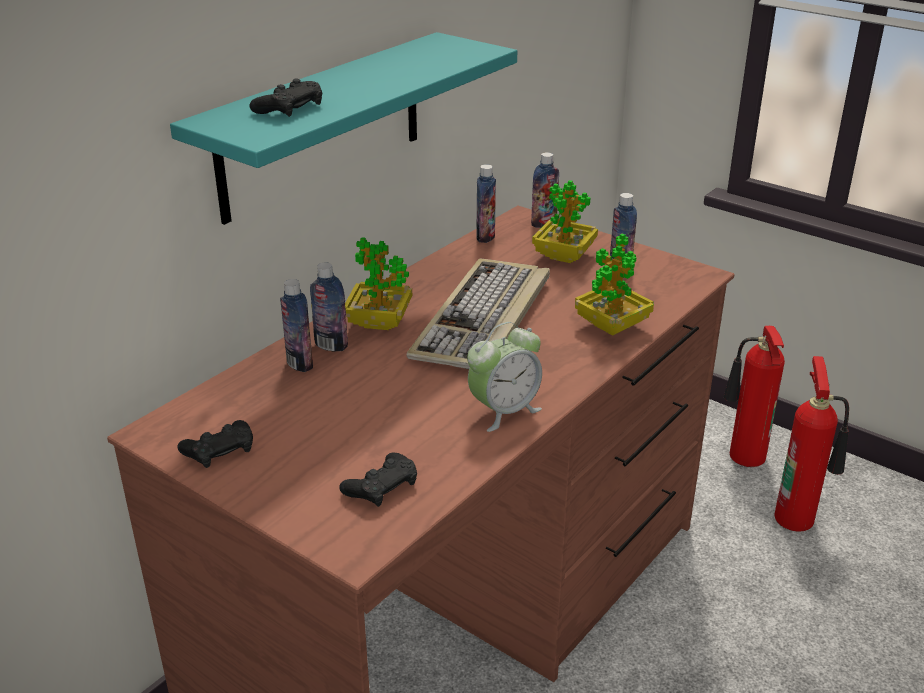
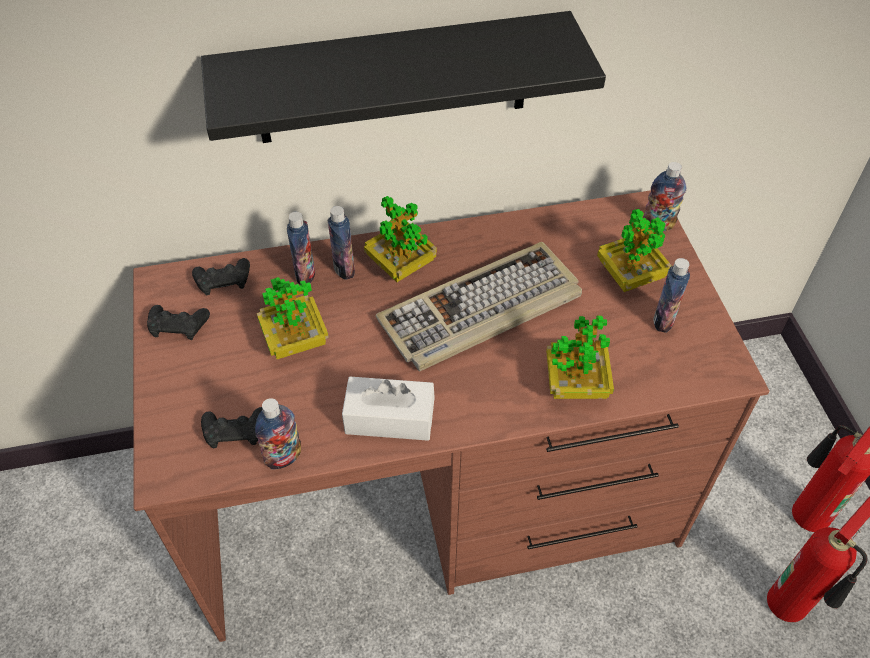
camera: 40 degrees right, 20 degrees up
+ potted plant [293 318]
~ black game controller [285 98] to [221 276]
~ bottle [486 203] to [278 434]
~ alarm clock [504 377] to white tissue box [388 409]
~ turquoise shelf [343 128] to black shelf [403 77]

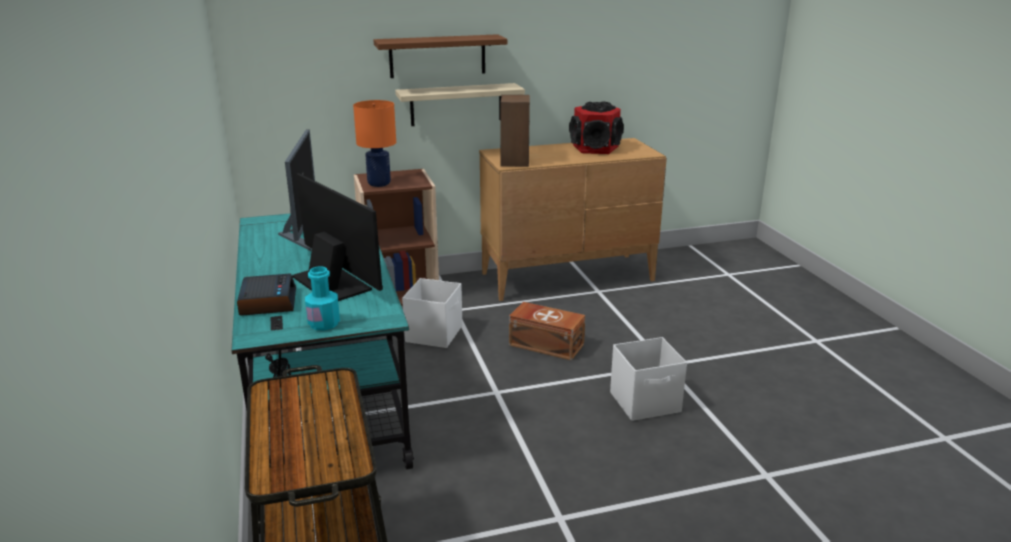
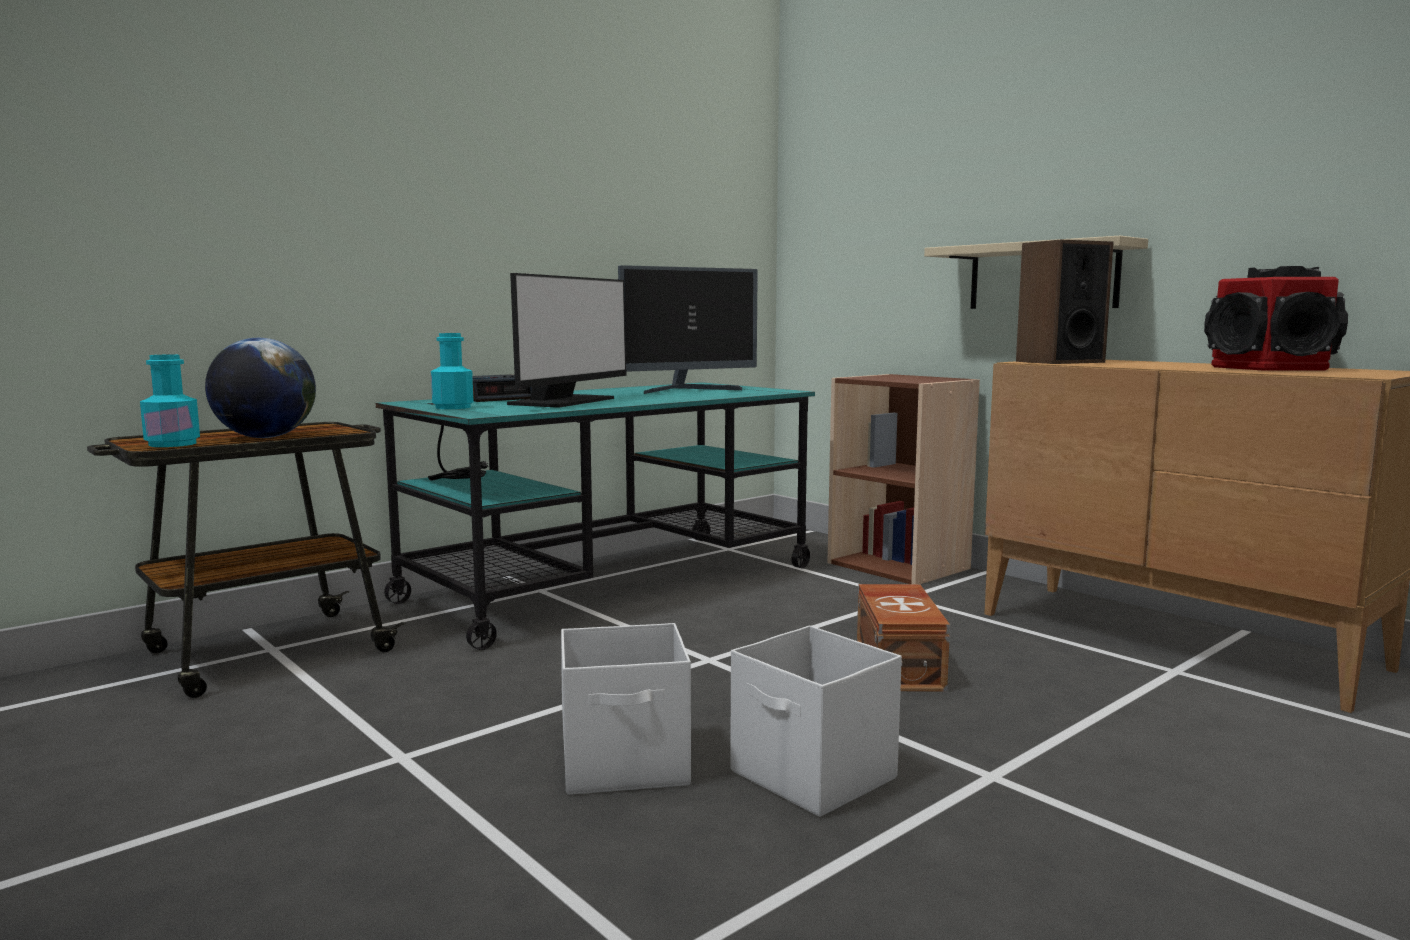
camera: 65 degrees right, 15 degrees down
- orange table lamp [374 143]
- brown shelf [440 56]
+ turquoise bottle [170 400]
+ globe [260 388]
~ white storage box [432 313] to [626 709]

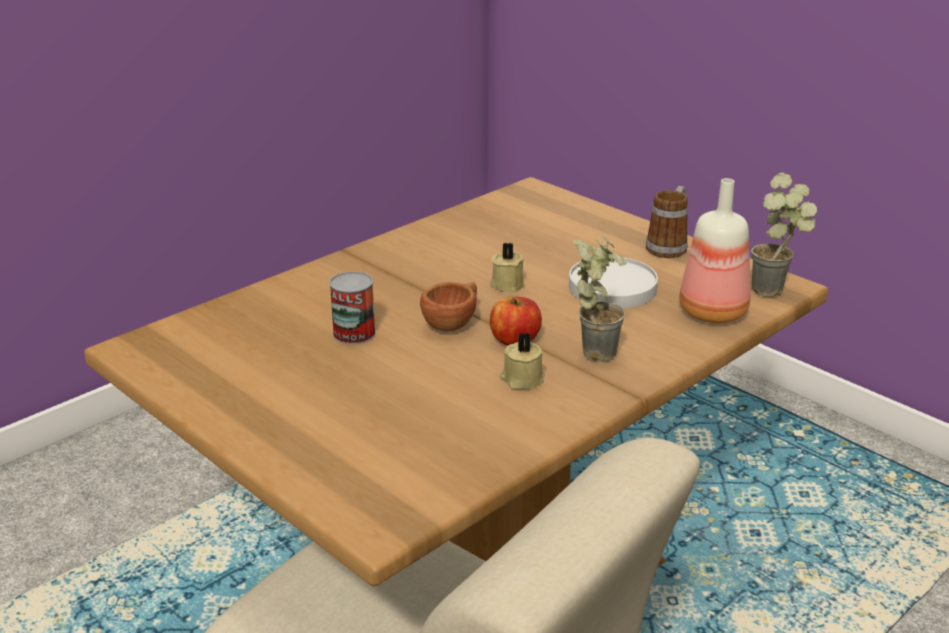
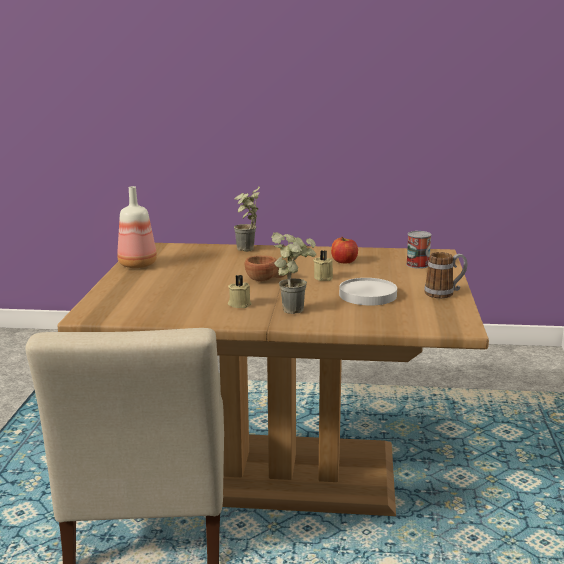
camera: 50 degrees right, 10 degrees down
~ can [352 308] to [419 250]
~ apple [516 321] to [344 250]
~ bottle [715 250] to [137 227]
~ potted plant [784 235] to [247 219]

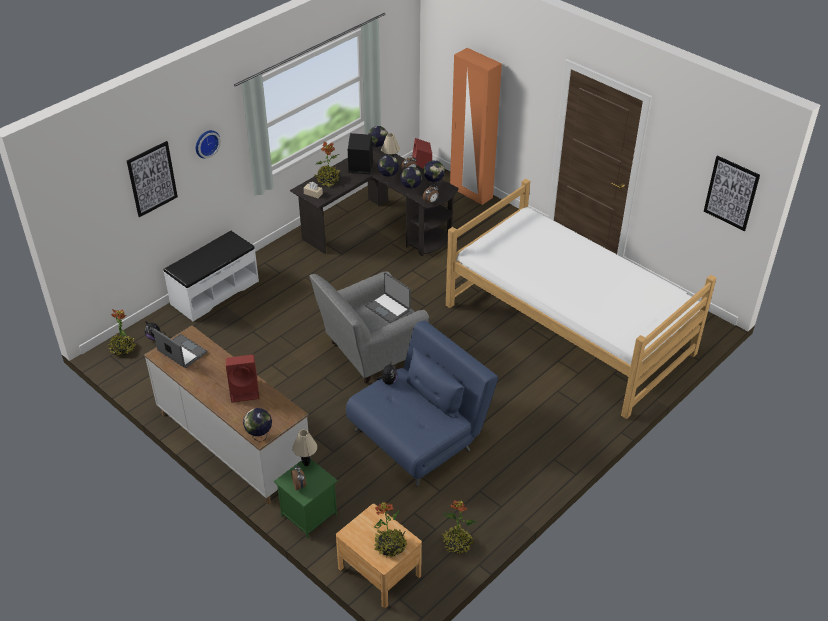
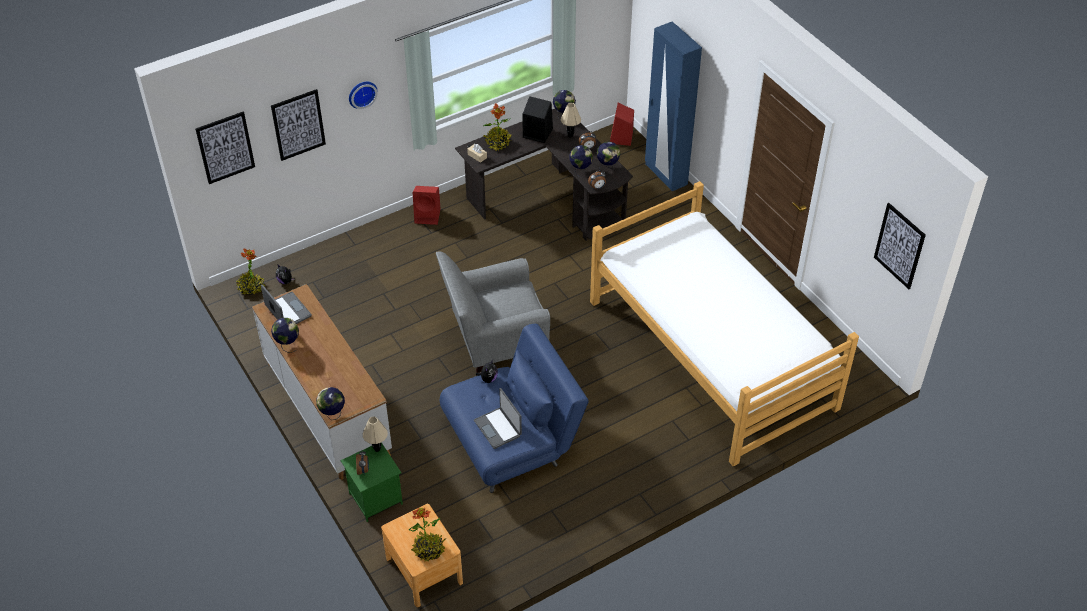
camera: 15 degrees right, 5 degrees up
- white bench [211 276]
- potted plant [459 527]
+ picture [225 148]
~ red speaker [242 379] to [427 205]
~ laptop [388 297] to [498 418]
~ globe [388 169] to [285 335]
~ orange wardrobe [476 126] to blue wardrobe [673 106]

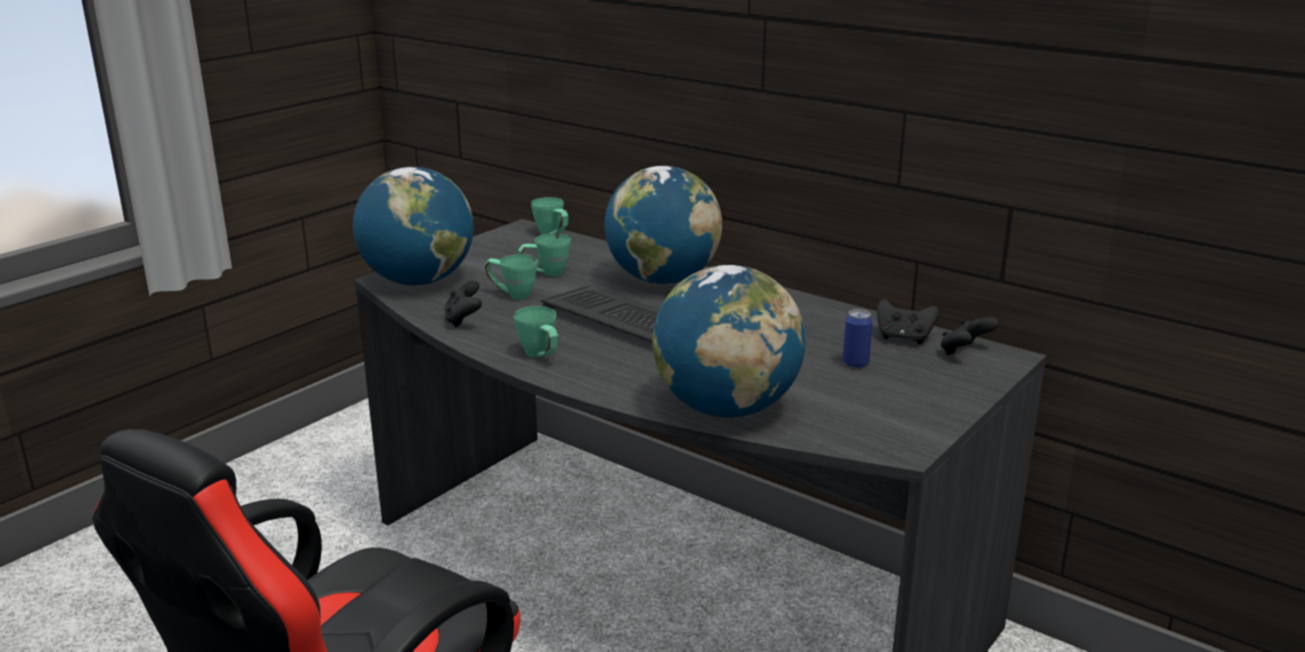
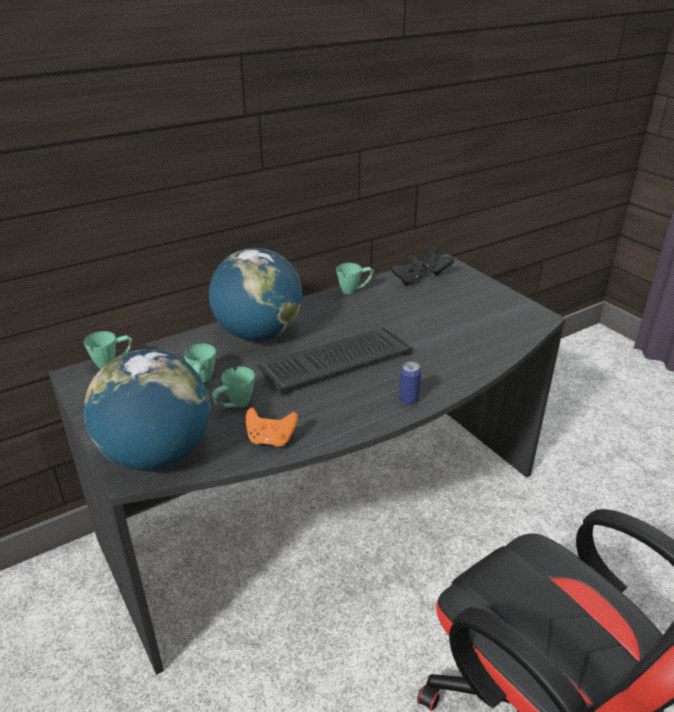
camera: 70 degrees left, 10 degrees up
- globe [729 341]
~ green mug [536 332] to [355 278]
~ can [858 338] to [410 383]
~ black game controller [463 304] to orange game controller [272 427]

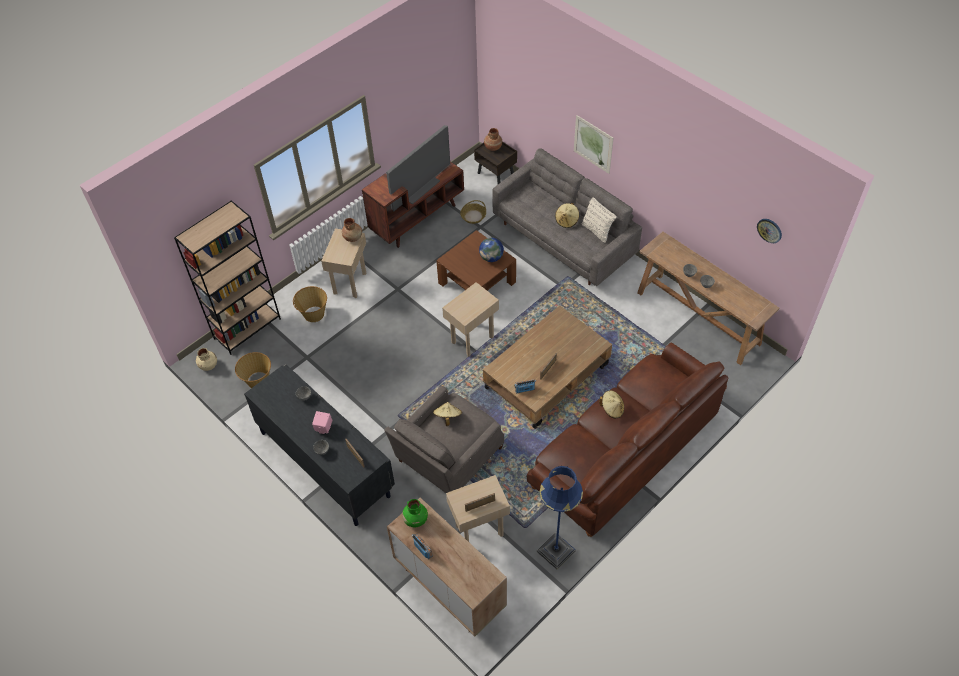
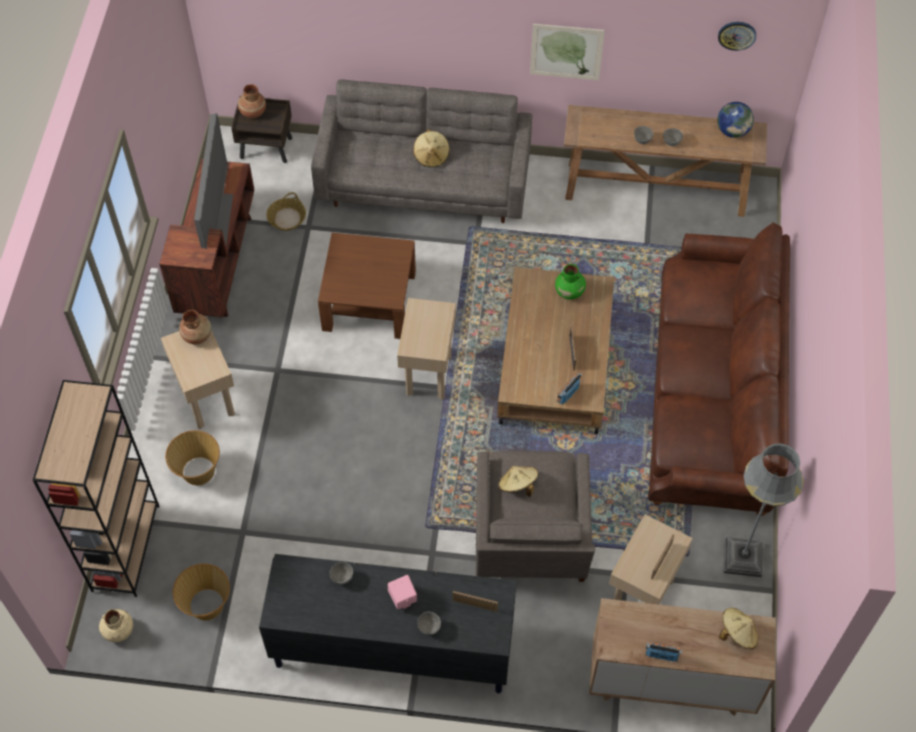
camera: 40 degrees left, 5 degrees up
- beige pillow [599 220]
~ green vase [415 513] to [570 282]
~ globe [491 250] to [735 120]
~ picture [594 144] to [567 52]
~ beige hat [611 404] to [738 628]
~ blue floor lamp [560 517] to grey floor lamp [764 510]

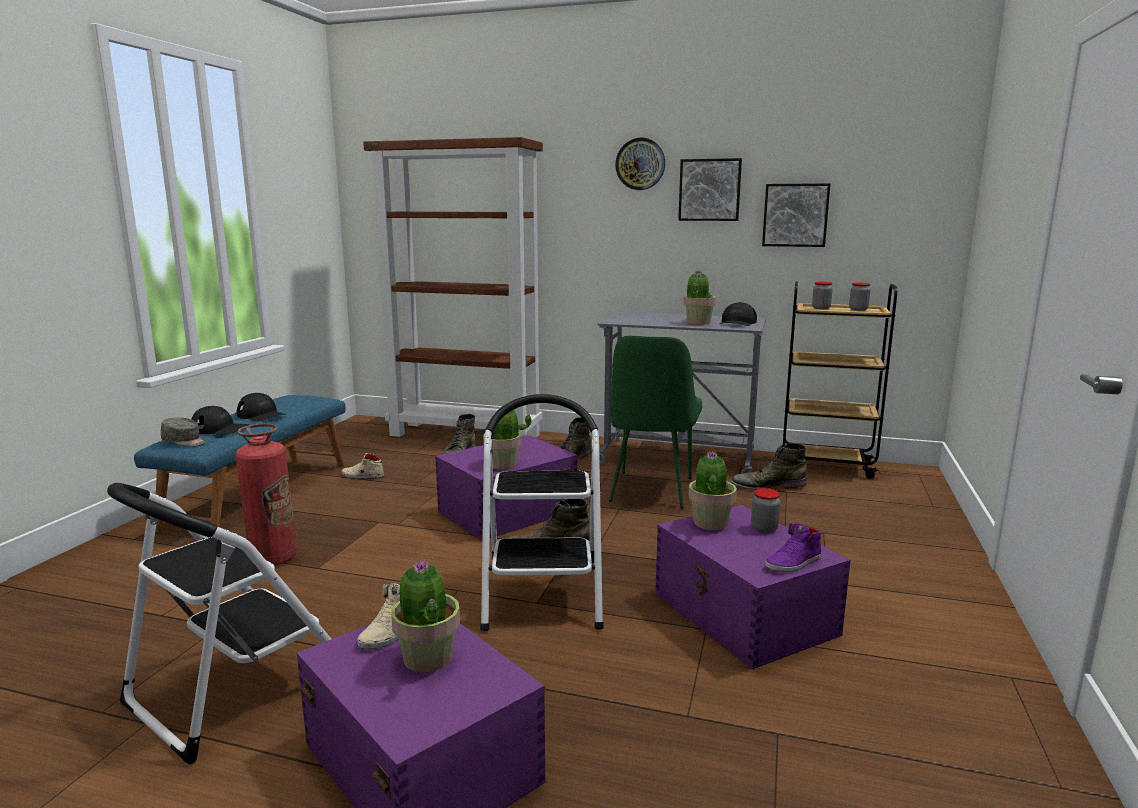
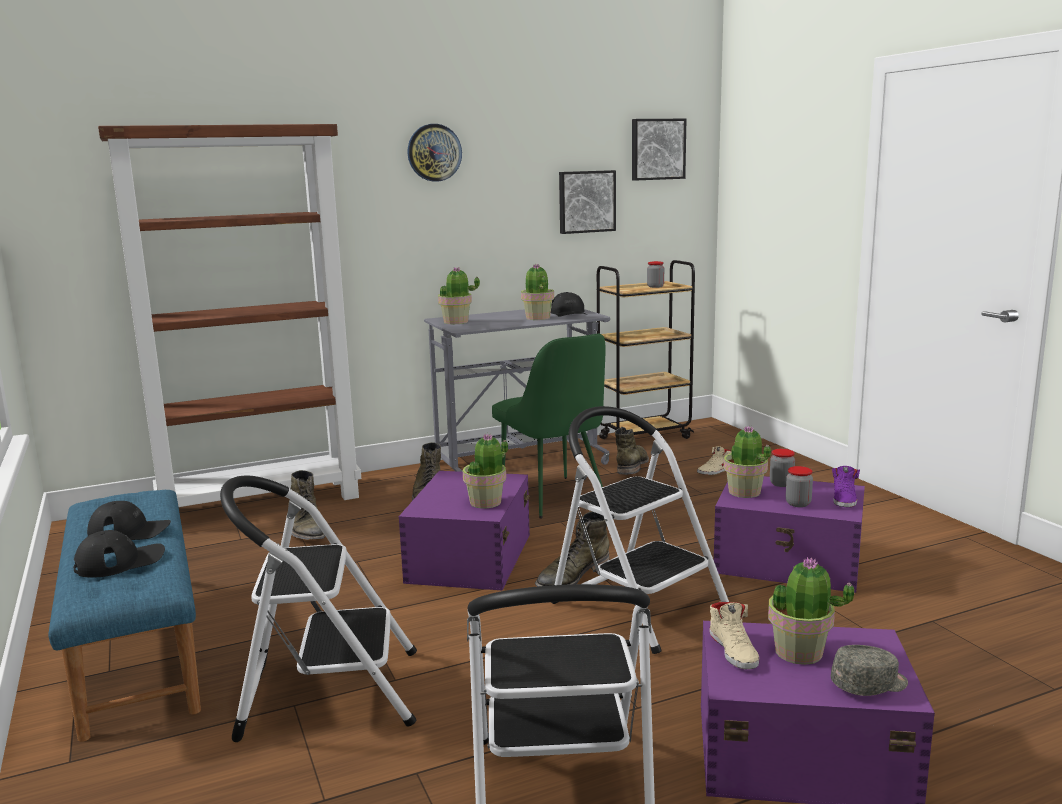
camera: 40 degrees left, 0 degrees up
+ potted plant [459 296]
~ grey cap [183 432] to [869 670]
~ beige shoe [362 465] to [714 460]
~ picture [710 189] to [659 150]
~ jar [822 295] to [799 486]
~ fire extinguisher [266 494] to step ladder [318 609]
~ green boot [769 466] = [632 451] 150 degrees clockwise

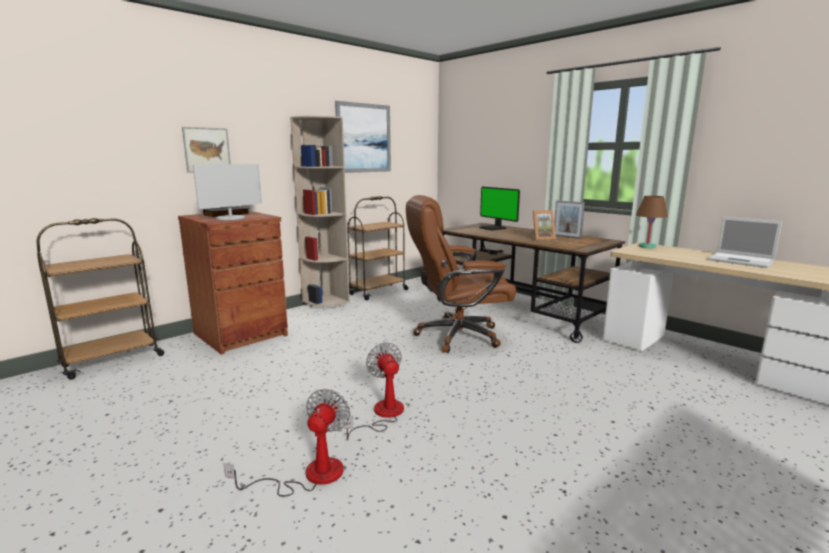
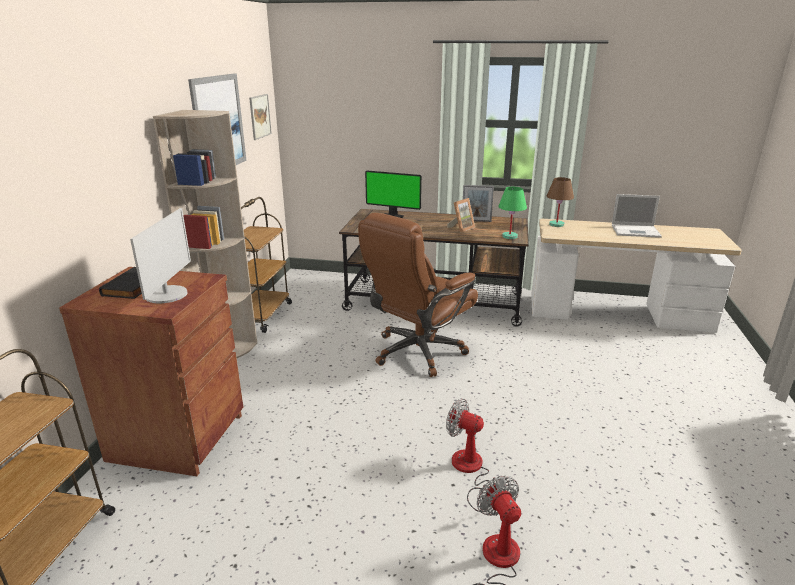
camera: 35 degrees left, 10 degrees up
+ green table lamp [512 213]
~ picture [206 150] to [260 117]

